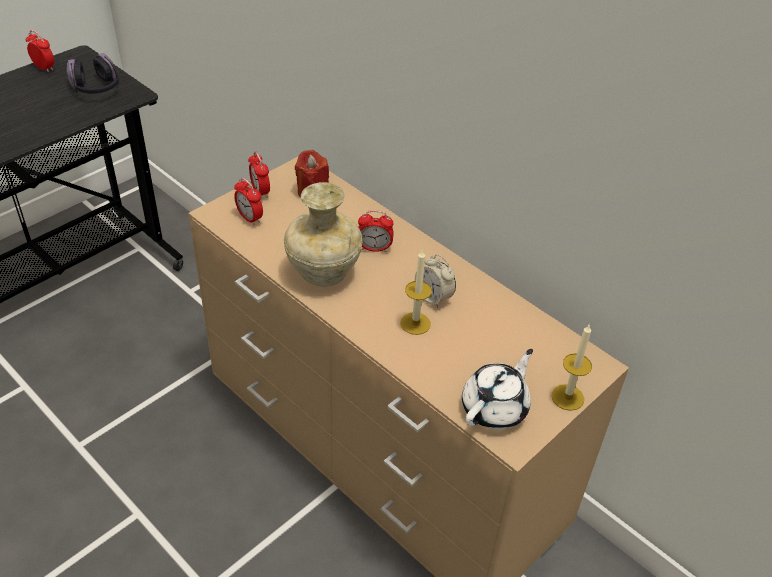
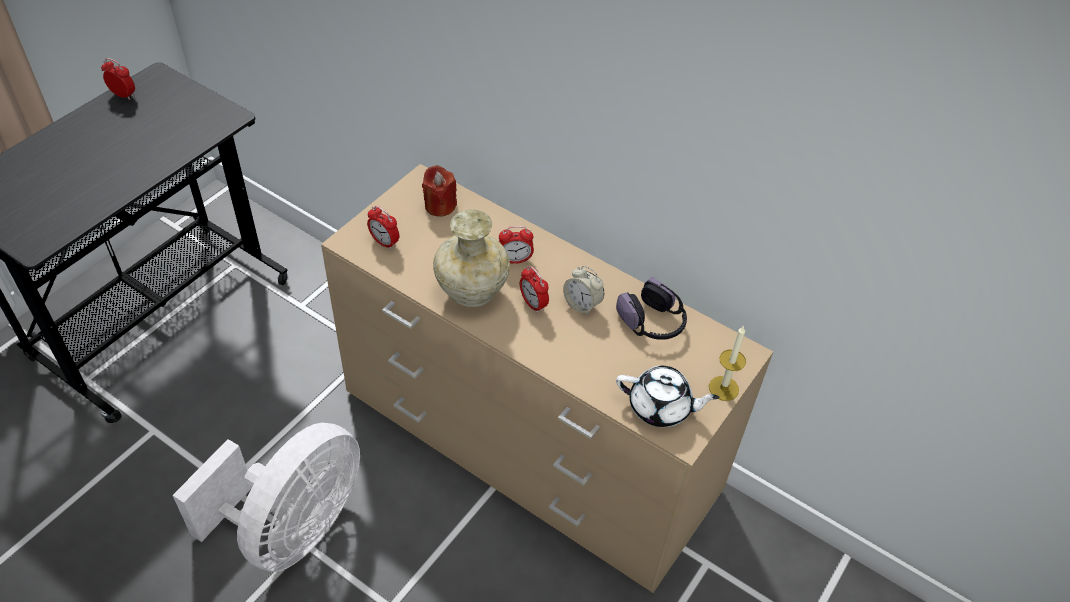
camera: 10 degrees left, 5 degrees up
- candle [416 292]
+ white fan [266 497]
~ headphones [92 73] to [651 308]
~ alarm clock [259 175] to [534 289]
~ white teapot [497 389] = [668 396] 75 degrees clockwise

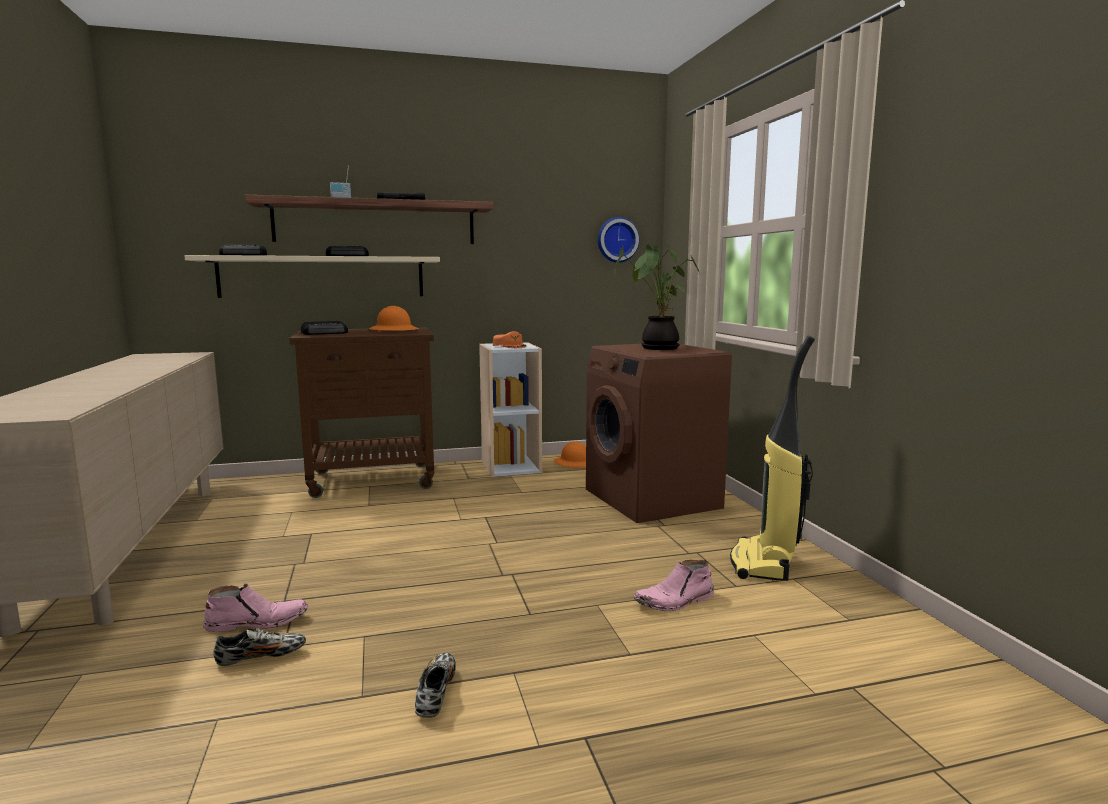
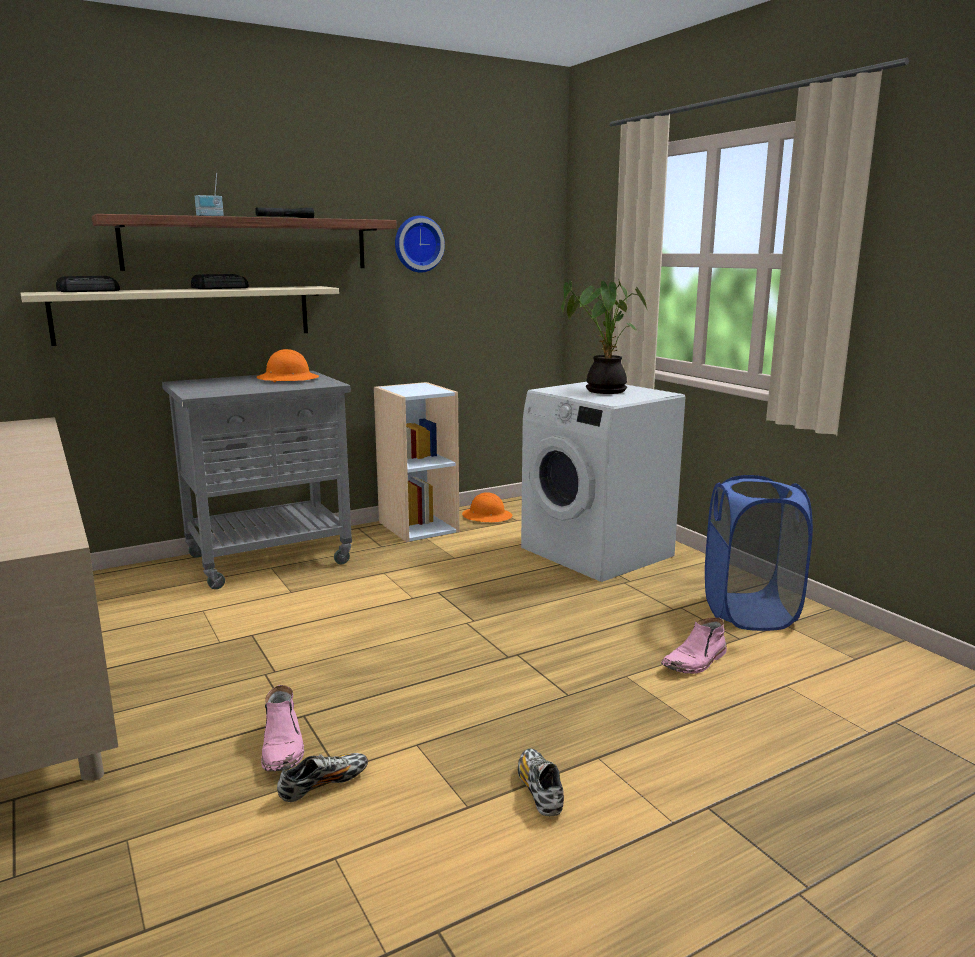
camera: 15 degrees left, 5 degrees up
- radio [324 328]
- orange cap [509 339]
~ wall clock [618 240] to [420 244]
~ vacuum cleaner [772 458] to blue laundry basket [759 553]
~ brown cart [362 412] to grey cart [257 480]
~ brown washing machine [659 433] to white washing machine [603 482]
~ pink boot [255 607] = [282 728] 105 degrees clockwise

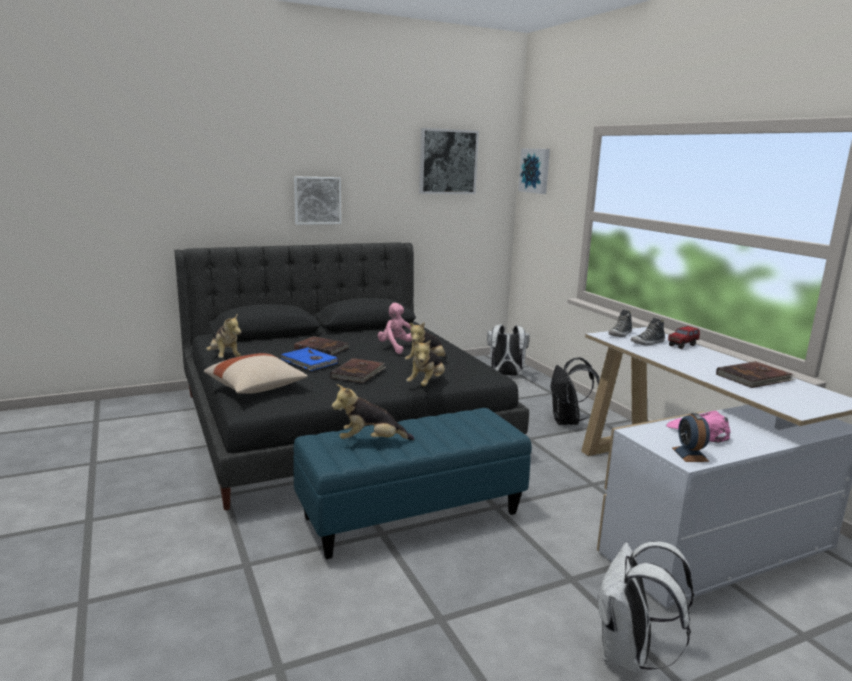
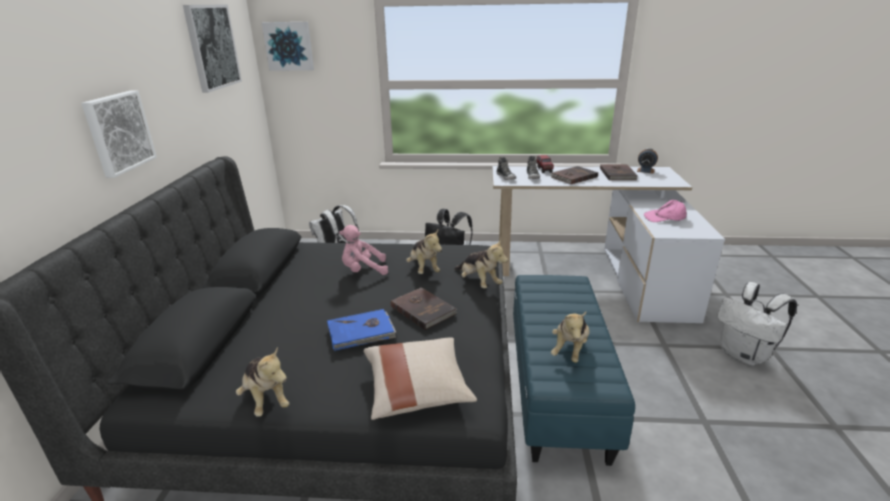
camera: 60 degrees left, 10 degrees up
~ brown book [321 345] to [573 175]
~ alarm clock [691 437] to [647 161]
~ plush toy [223 335] = [262 382] 60 degrees clockwise

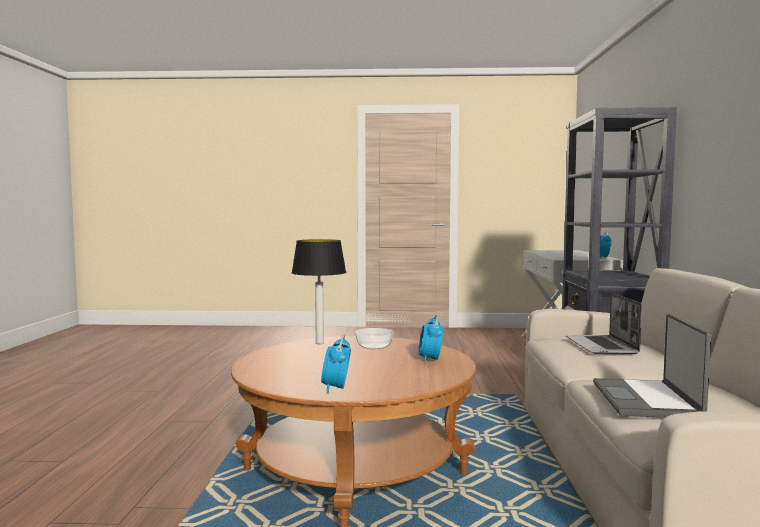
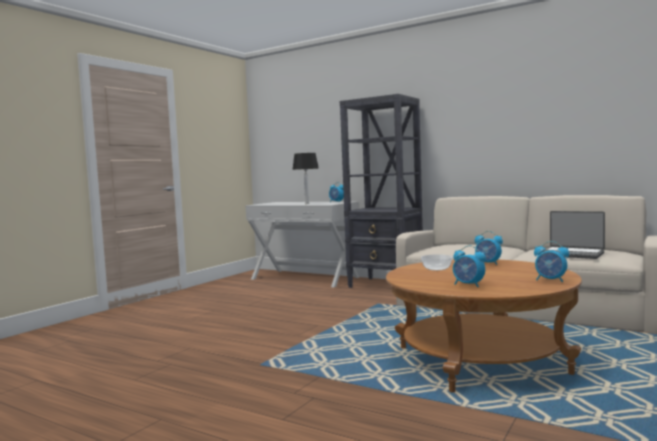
camera: 60 degrees left, 0 degrees up
- laptop [604 323]
+ alarm clock [469 266]
~ table lamp [319 291] to [305 178]

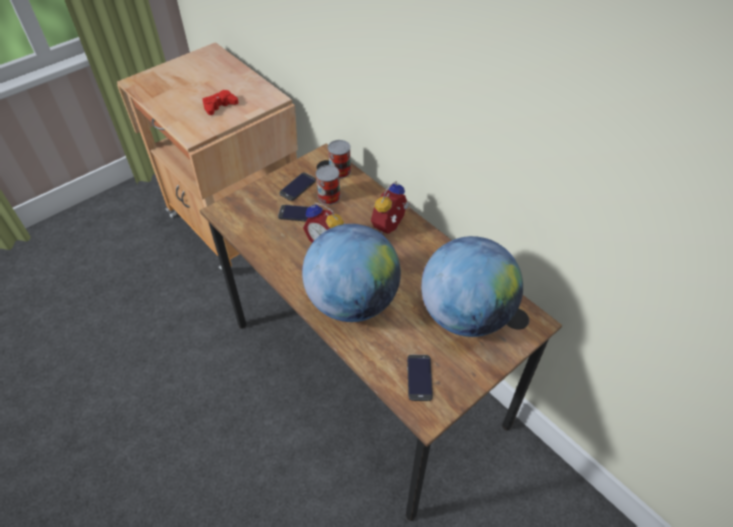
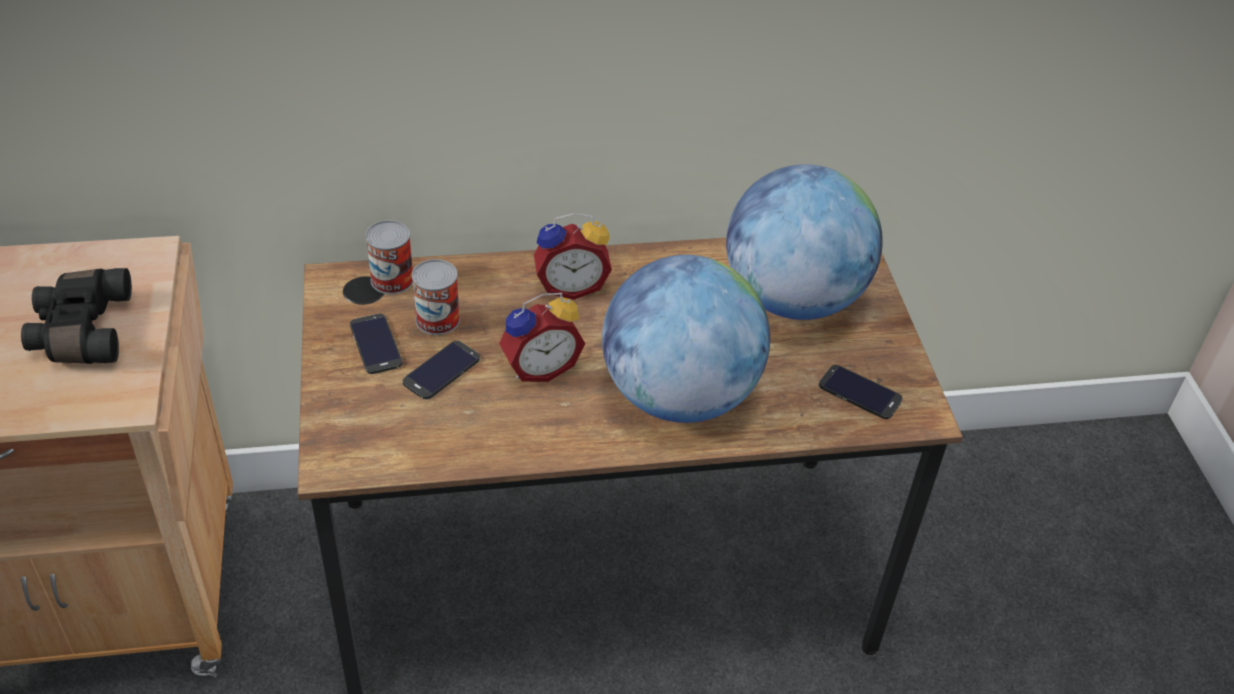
camera: 60 degrees left, 5 degrees down
~ red game controller [221 102] to black binoculars [76 316]
~ alarm clock [390 207] = [573 256] 75 degrees counterclockwise

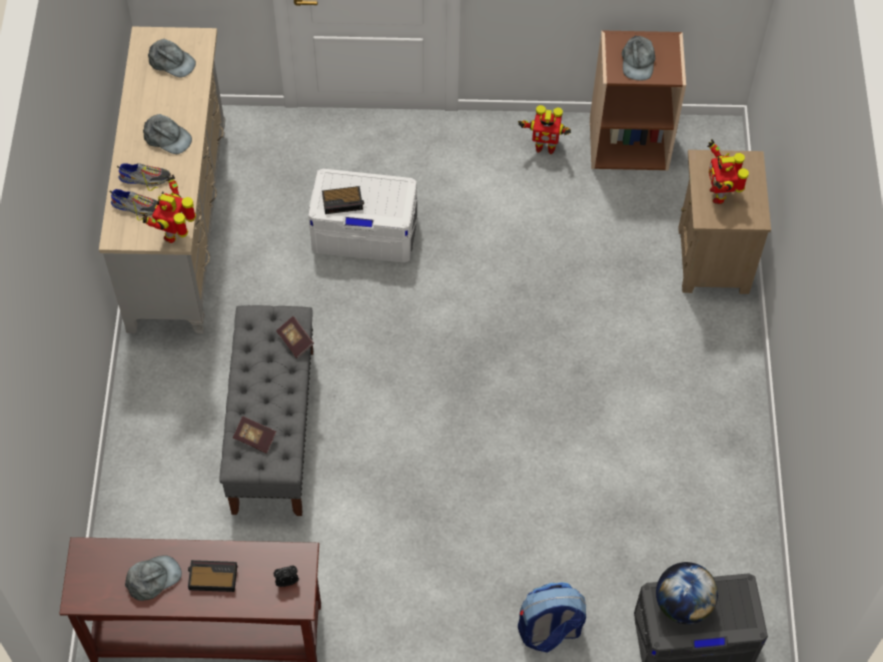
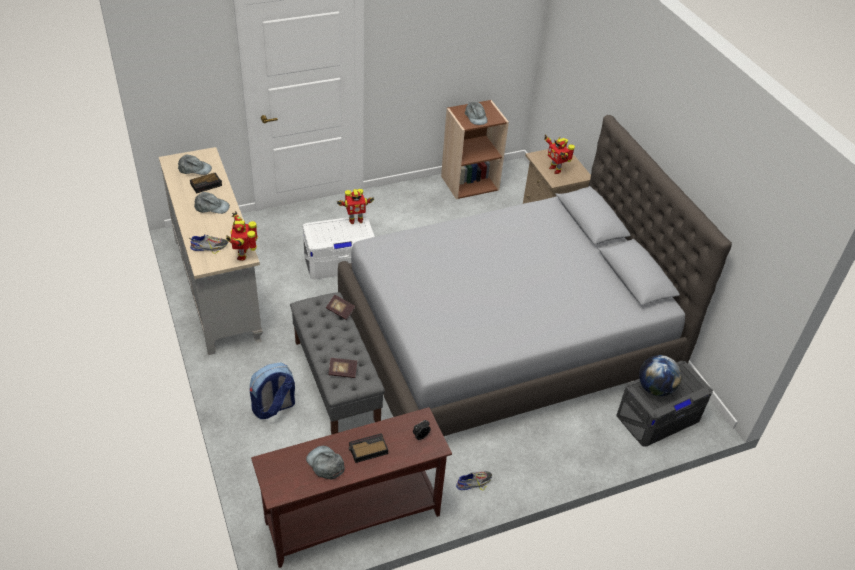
camera: 25 degrees left, 15 degrees down
+ grey bed [535 275]
~ shoe [144 177] to [474 481]
~ alarm clock [343 200] to [206 183]
~ toy robot [544 129] to [355 206]
~ backpack [552 617] to [272 391]
~ grey cap [153 578] = [325 462] 75 degrees counterclockwise

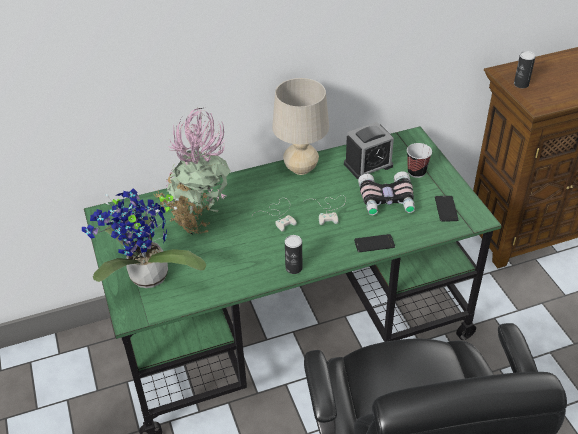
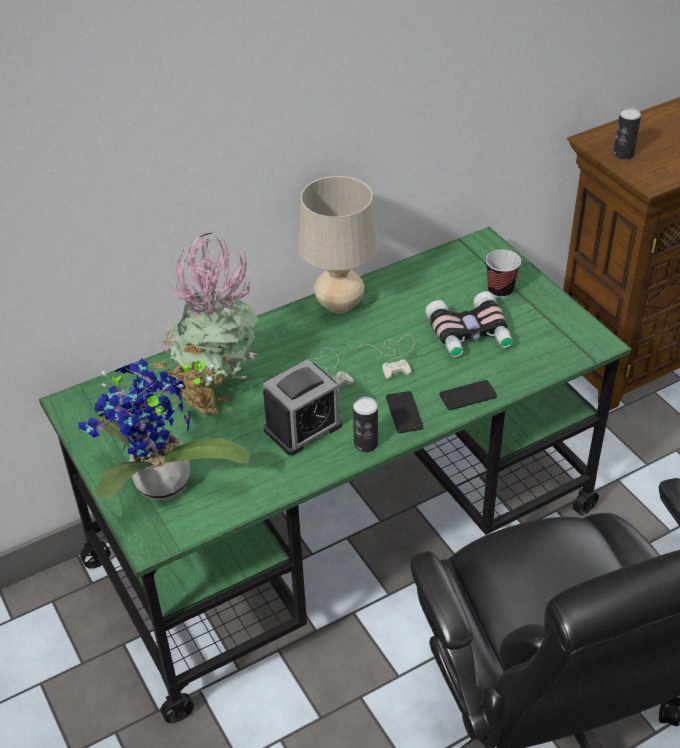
camera: 10 degrees left, 0 degrees up
~ alarm clock [369 150] to [302 407]
~ phone [447 209] to [405 412]

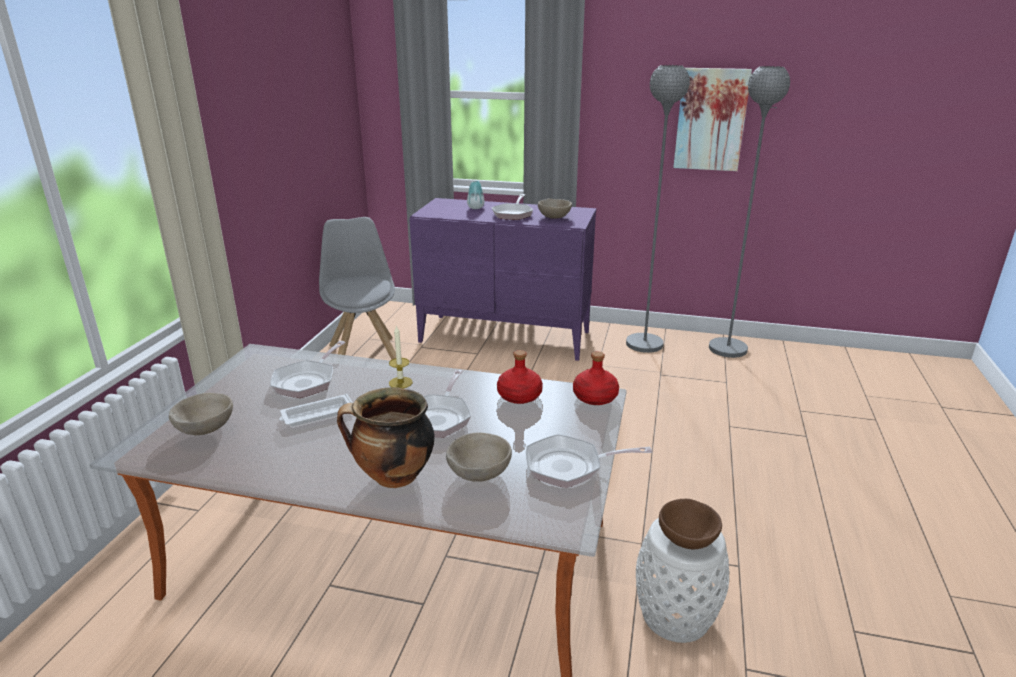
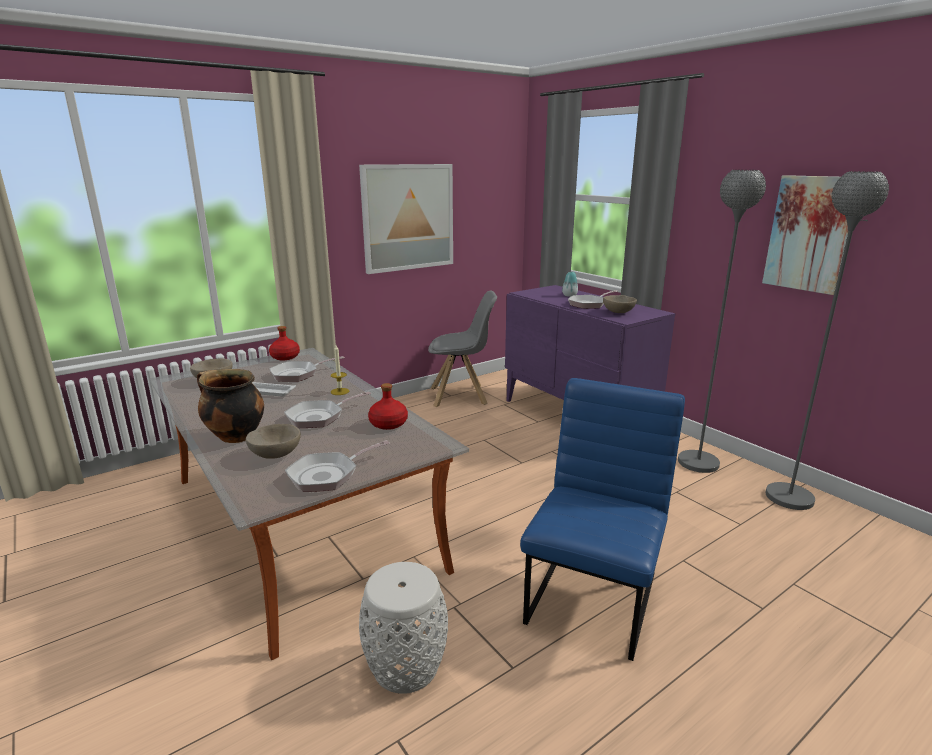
camera: 40 degrees right, 5 degrees down
- brown bowl [690 523]
+ picture [406 219]
+ blue chair [602 519]
~ red bottle [596 378] to [284 343]
~ grey chair [357 288] = [462 348] 60 degrees clockwise
~ frying pan [589 461] = [337 466] 75 degrees counterclockwise

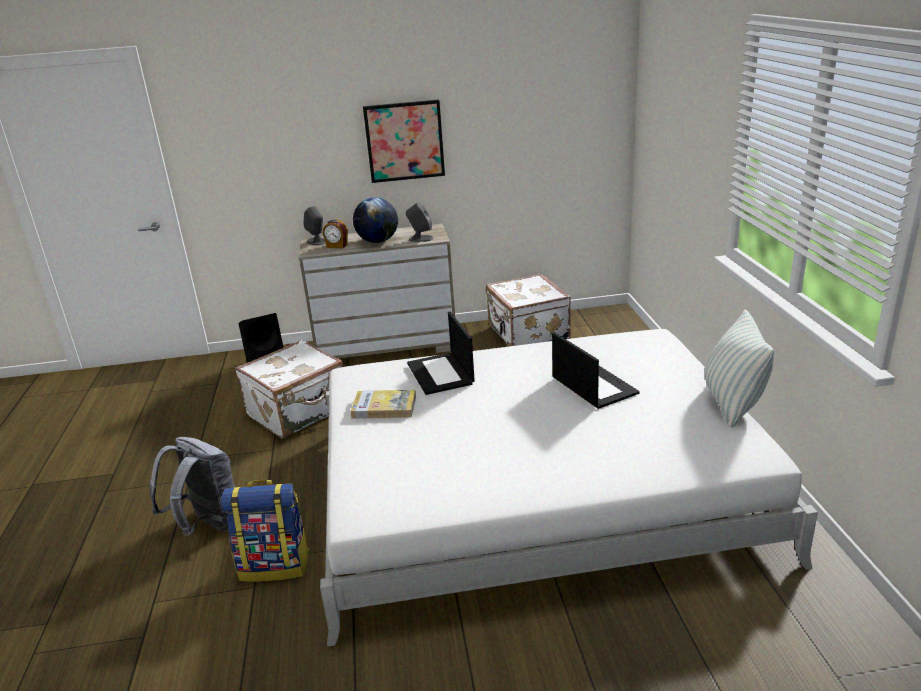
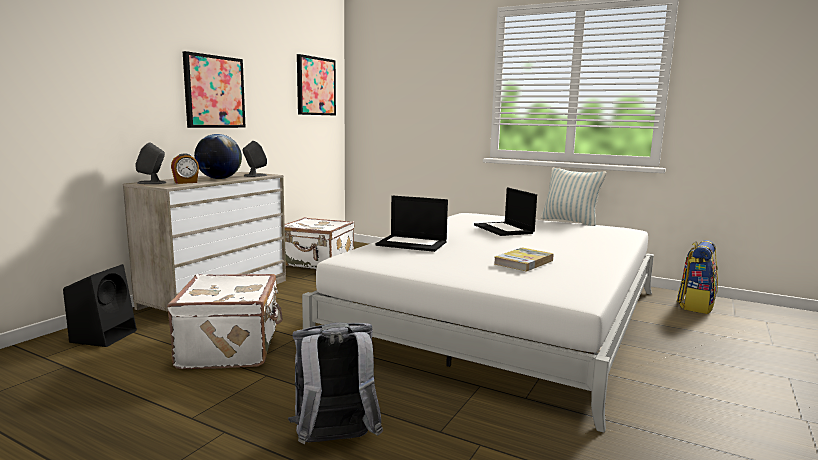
camera: 55 degrees left, 15 degrees down
+ picture [316 84]
~ backpack [265 531] to [697 277]
~ book [383 404] to [524 259]
~ laptop [596 370] = [505 212] 120 degrees counterclockwise

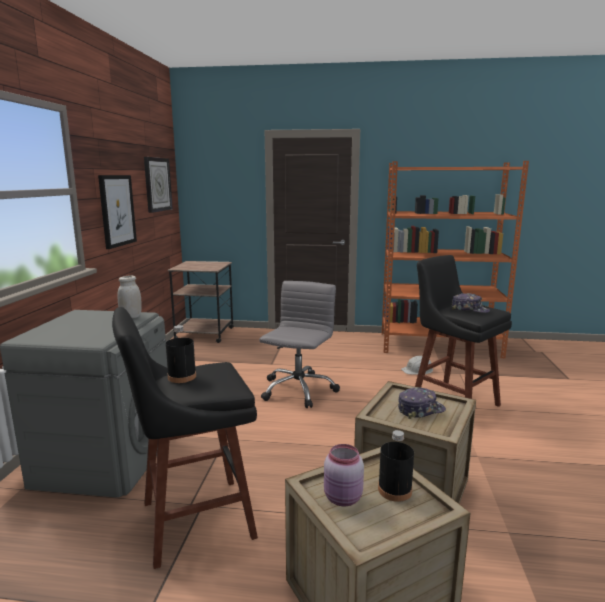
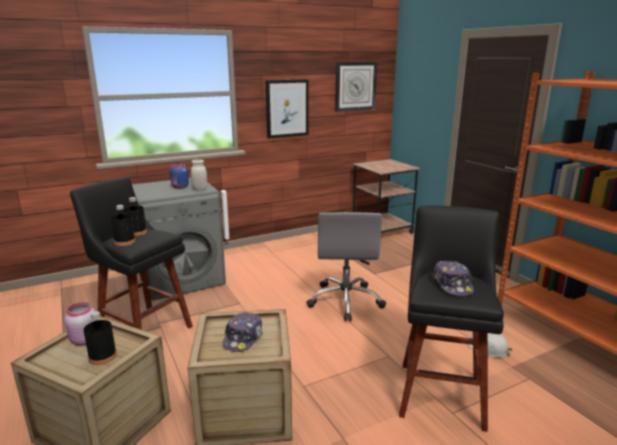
camera: 55 degrees right, 5 degrees up
+ black bottle [123 225]
+ blue jar [179 176]
~ grey office chair [299 344] = [346 266] 105 degrees clockwise
~ cap [422 403] = [242 332] 75 degrees clockwise

